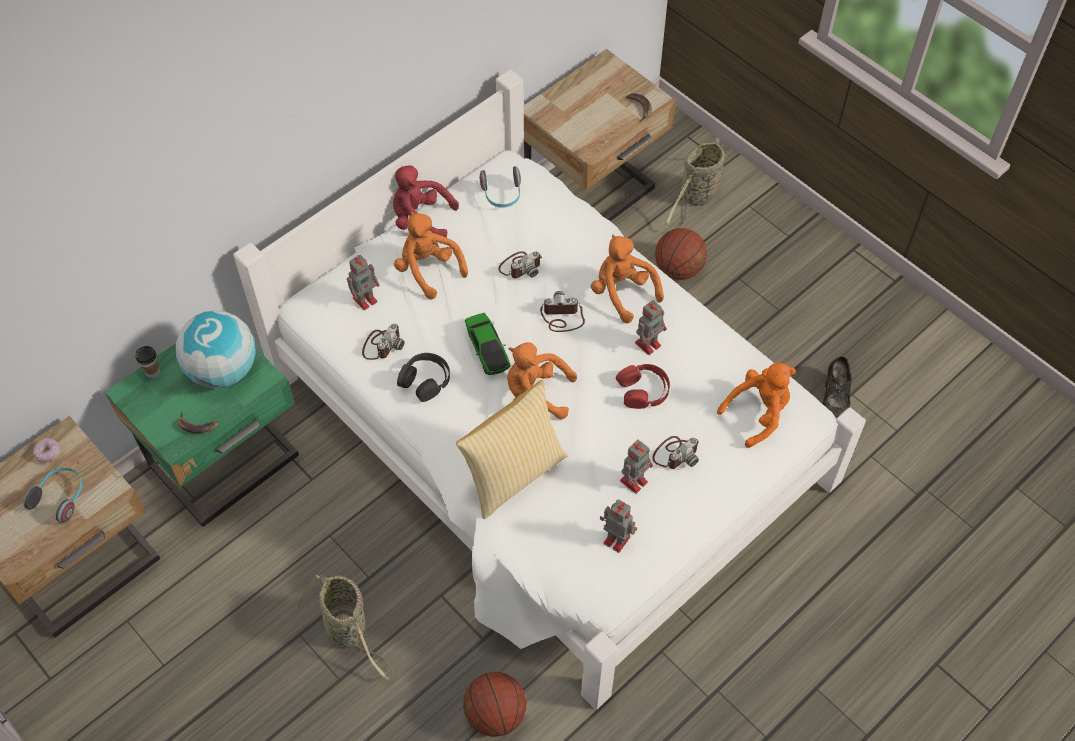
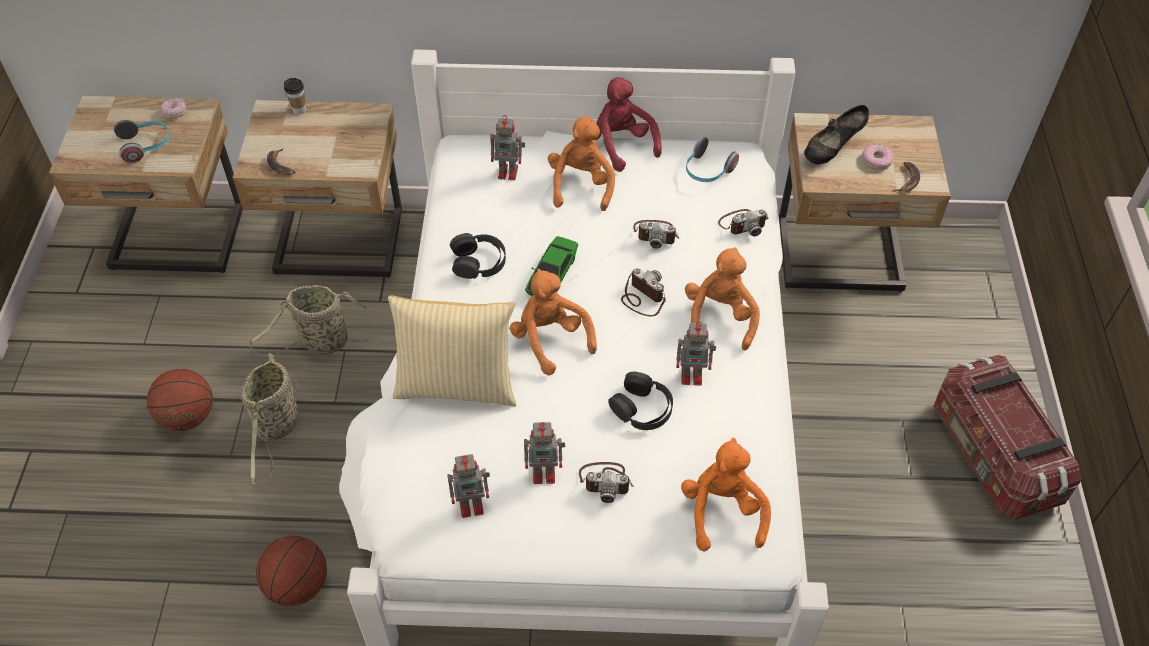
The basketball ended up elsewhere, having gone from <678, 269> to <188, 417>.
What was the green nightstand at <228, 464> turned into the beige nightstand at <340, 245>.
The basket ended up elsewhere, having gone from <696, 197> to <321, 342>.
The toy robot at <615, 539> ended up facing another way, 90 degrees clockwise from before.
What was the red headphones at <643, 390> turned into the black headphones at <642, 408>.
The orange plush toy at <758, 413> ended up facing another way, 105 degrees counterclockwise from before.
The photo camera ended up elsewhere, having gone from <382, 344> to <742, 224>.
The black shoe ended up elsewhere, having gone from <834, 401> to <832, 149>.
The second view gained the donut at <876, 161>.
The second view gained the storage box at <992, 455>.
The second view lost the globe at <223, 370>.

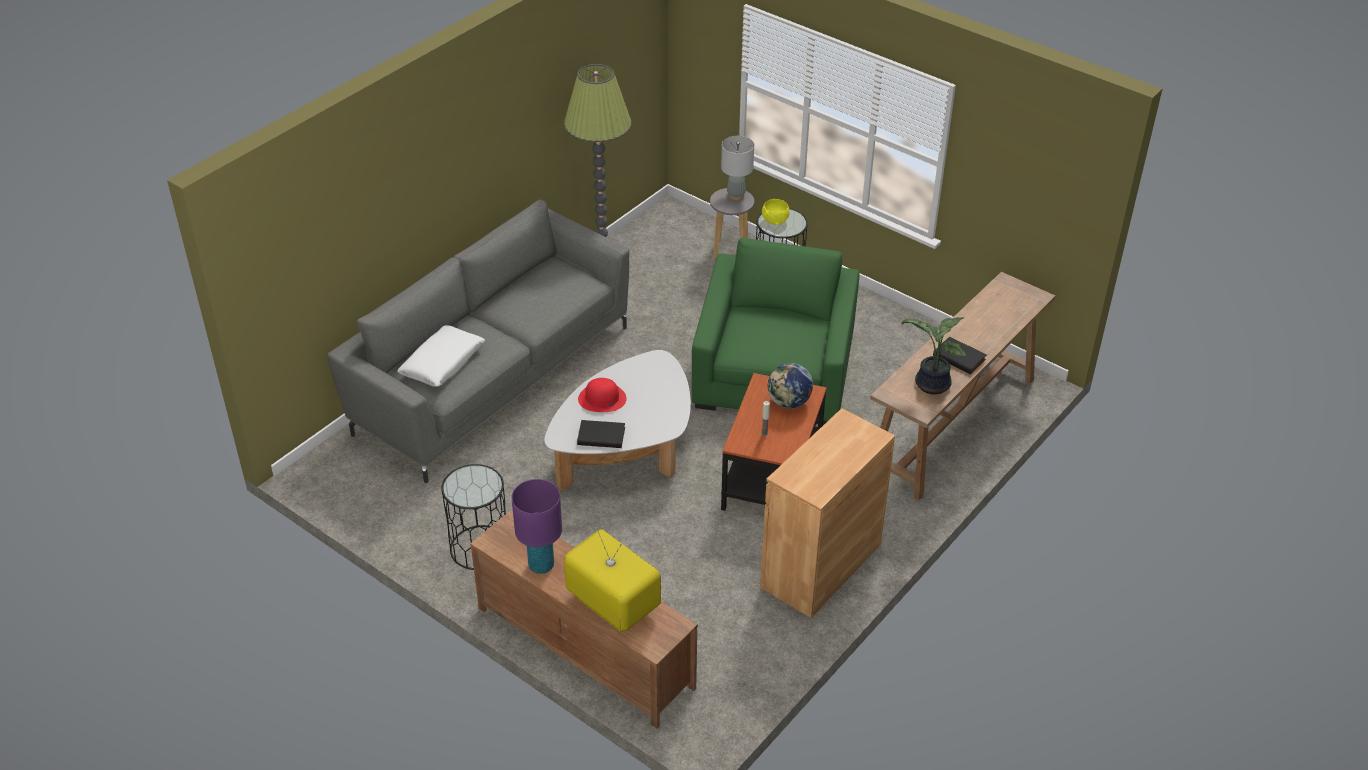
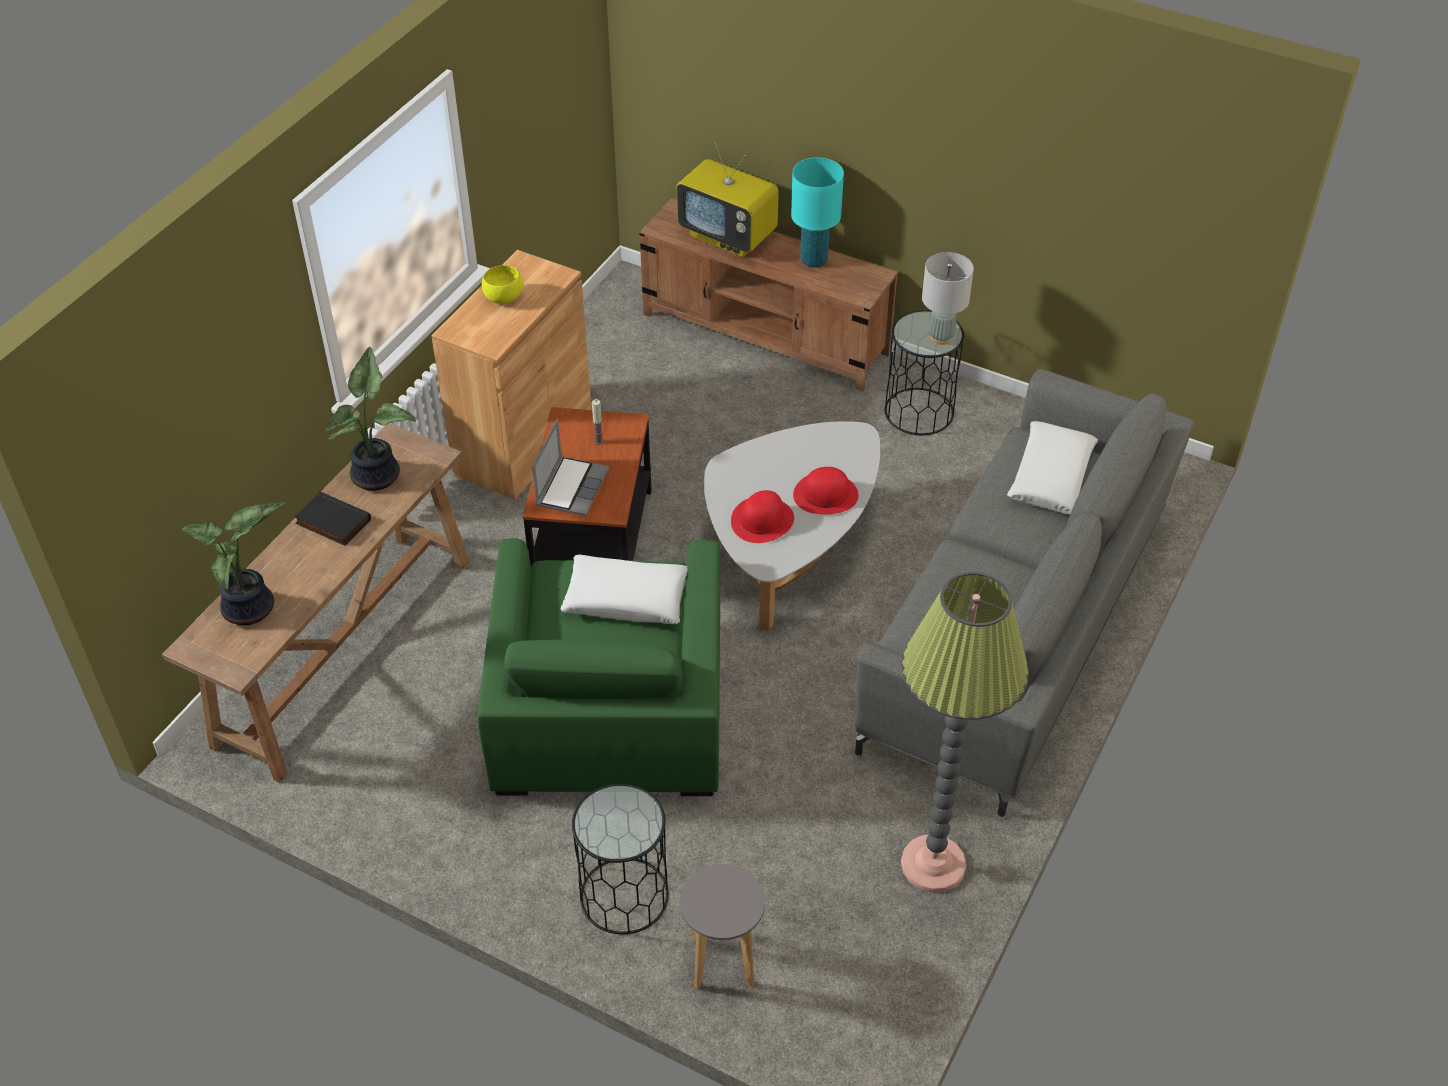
The second view gained the potted plant at <251, 610>.
The yellow bowl ended up elsewhere, having gone from <775, 221> to <503, 298>.
Where the globe stood at <789, 402>, the laptop came to stand at <571, 487>.
The second view gained the white pillow at <626, 598>.
The second view gained the red hat at <762, 520>.
What was the purple table lamp at <541, 565> turned into the turquoise table lamp at <813, 260>.
The grey table lamp ended up elsewhere, having gone from <736, 195> to <940, 337>.
The second view lost the black book at <601, 435>.

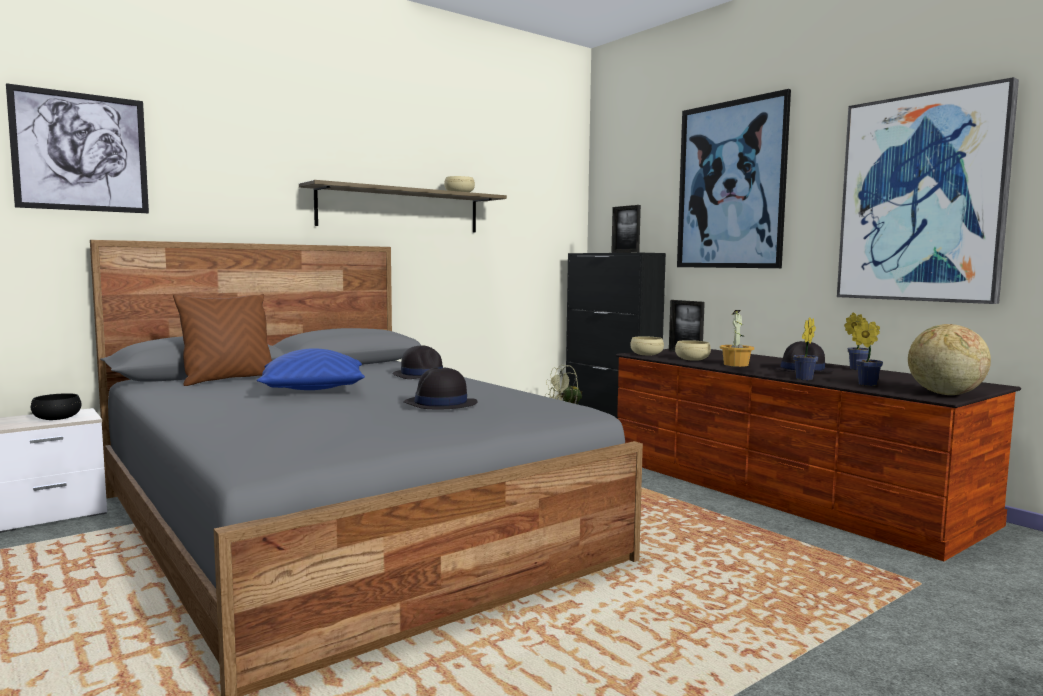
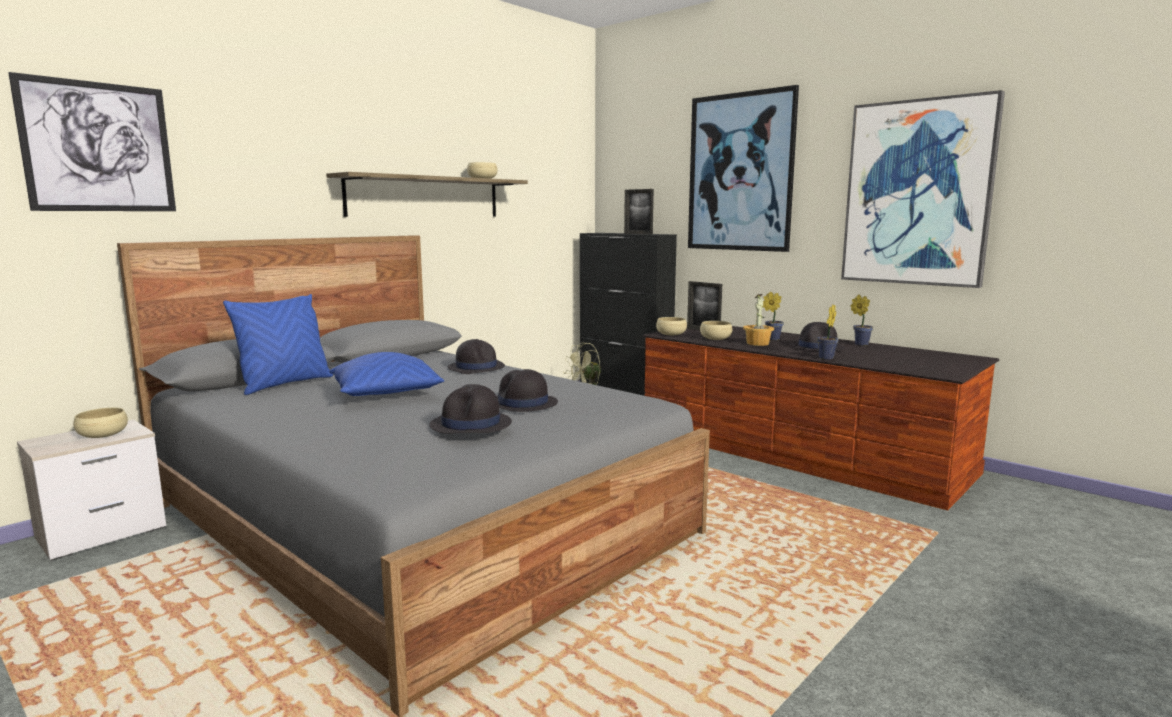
What was the black bowl at <57, 417> turned into the beige bowl at <103, 434>.
What was the brown pillow at <228, 380> turned into the blue pillow at <285, 384>.
The second view gained the black hat at <471, 425>.
The potted plant ended up elsewhere, having gone from <865, 384> to <771, 339>.
The second view lost the globe at <944, 394>.

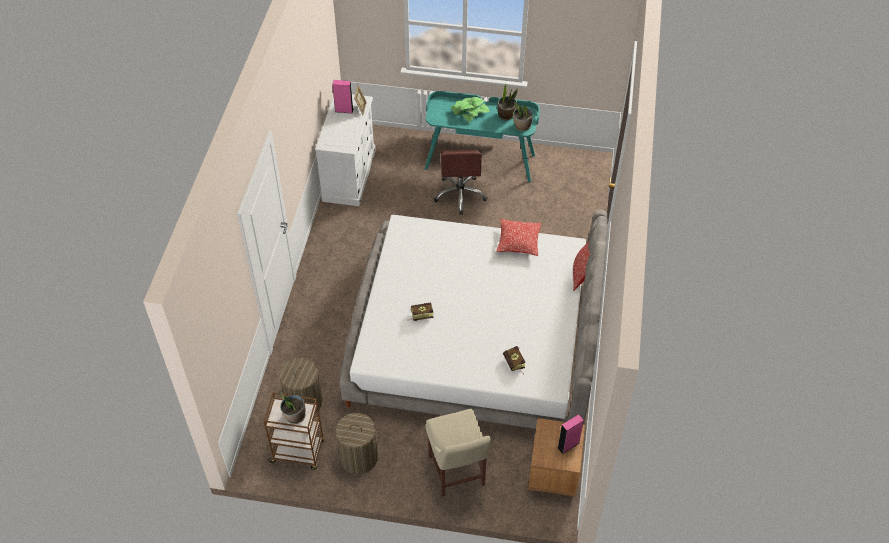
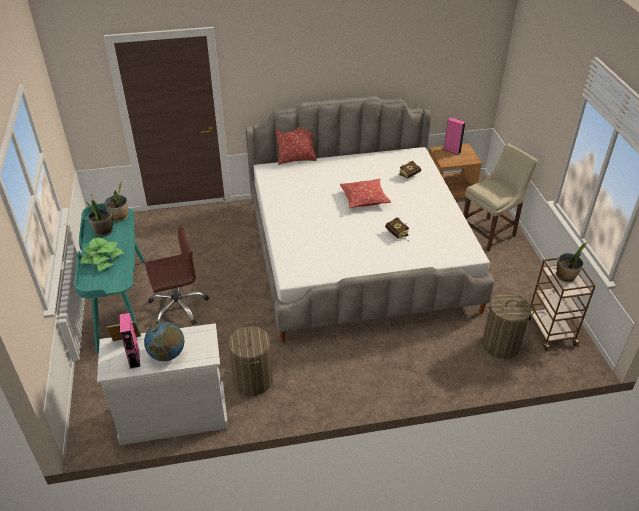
The second view gained the globe at <167, 354>.
The laundry basket ended up elsewhere, having gone from <358, 458> to <253, 380>.
The pillow ended up elsewhere, having gone from <518, 242> to <364, 199>.

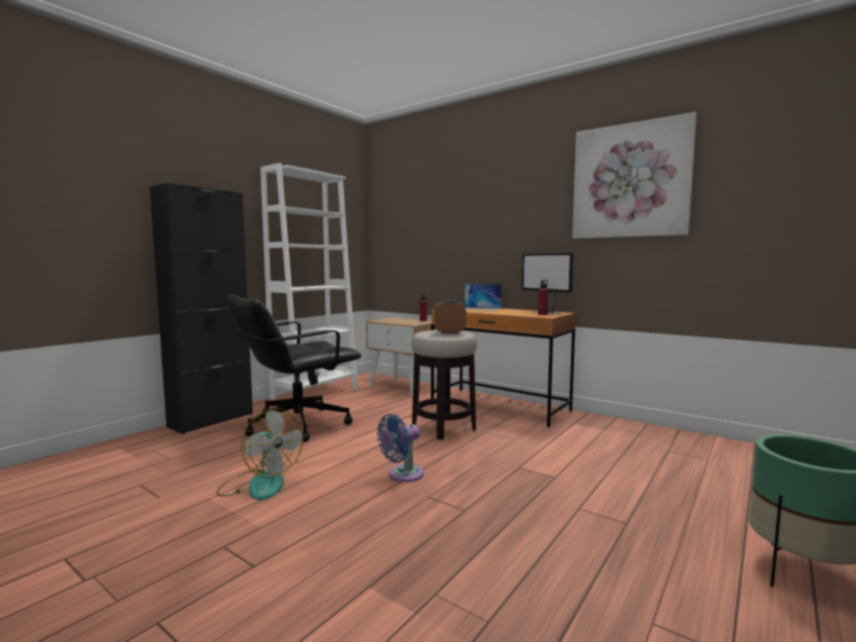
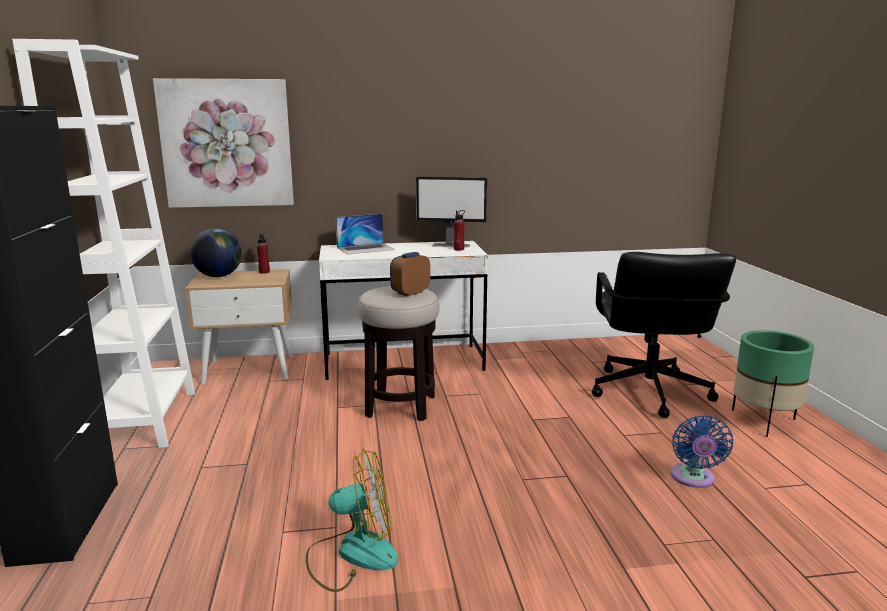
The picture ended up elsewhere, having gone from <630, 181> to <227, 144>.
The second view gained the globe at <218, 276>.
What was the brown desk at <499, 406> turned into the white desk at <404, 362>.
The black office chair ended up elsewhere, having gone from <296, 424> to <648, 392>.
The blue fan ended up elsewhere, having gone from <402, 475> to <693, 479>.

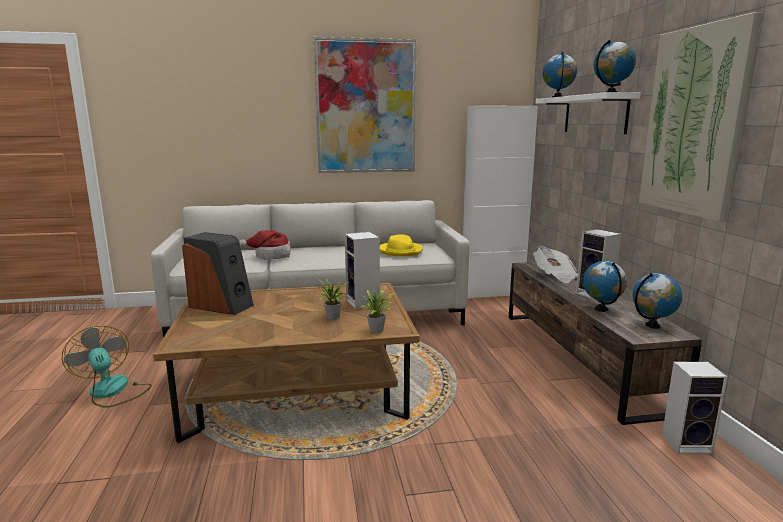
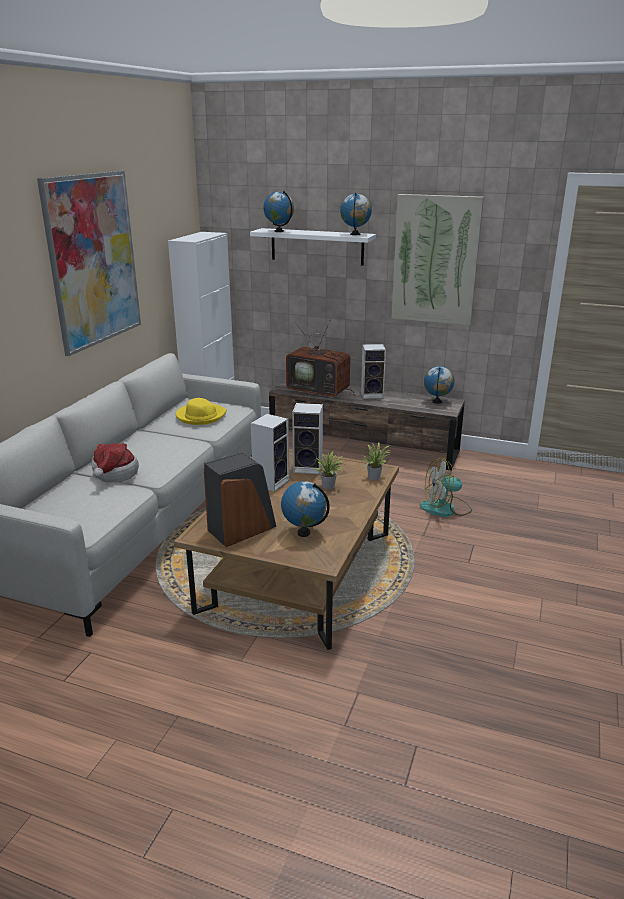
The speaker ended up elsewhere, having gone from <688, 443> to <271, 482>.
The globe ended up elsewhere, having gone from <601, 309> to <304, 532>.
Where the newspaper stood at <555, 276>, the television came to stand at <320, 391>.
The fan ended up elsewhere, having gone from <112, 392> to <445, 509>.

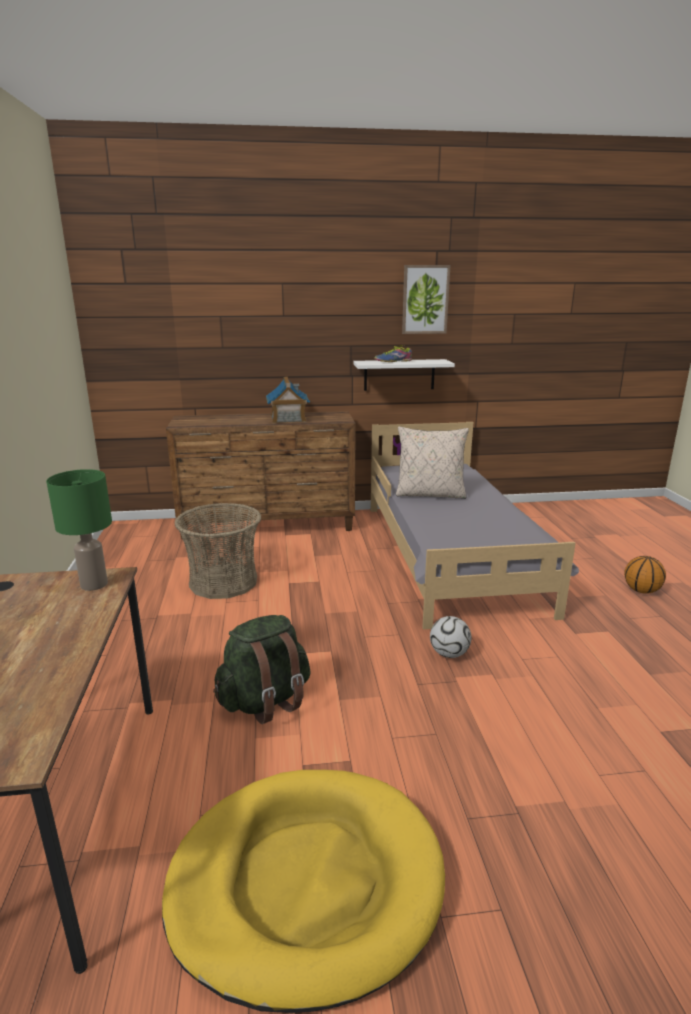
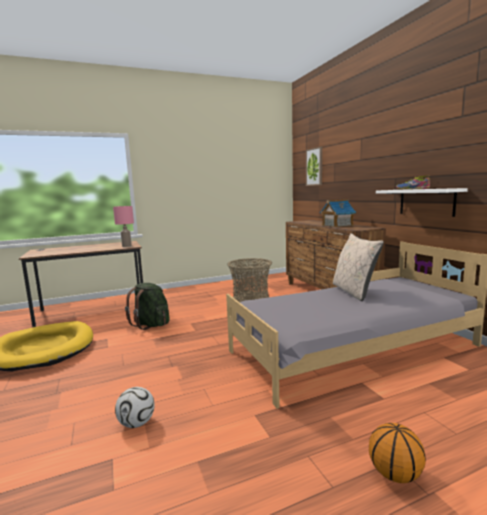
What was the green table lamp at <93, 585> turned into the pink table lamp at <126, 246>.
The football ended up elsewhere, having gone from <449, 654> to <137, 423>.
The picture ended up elsewhere, having gone from <425, 299> to <314, 167>.

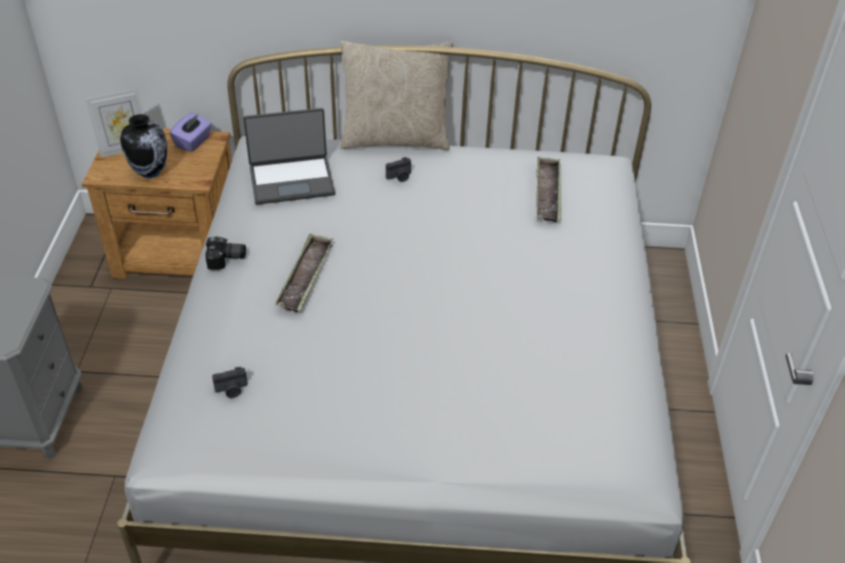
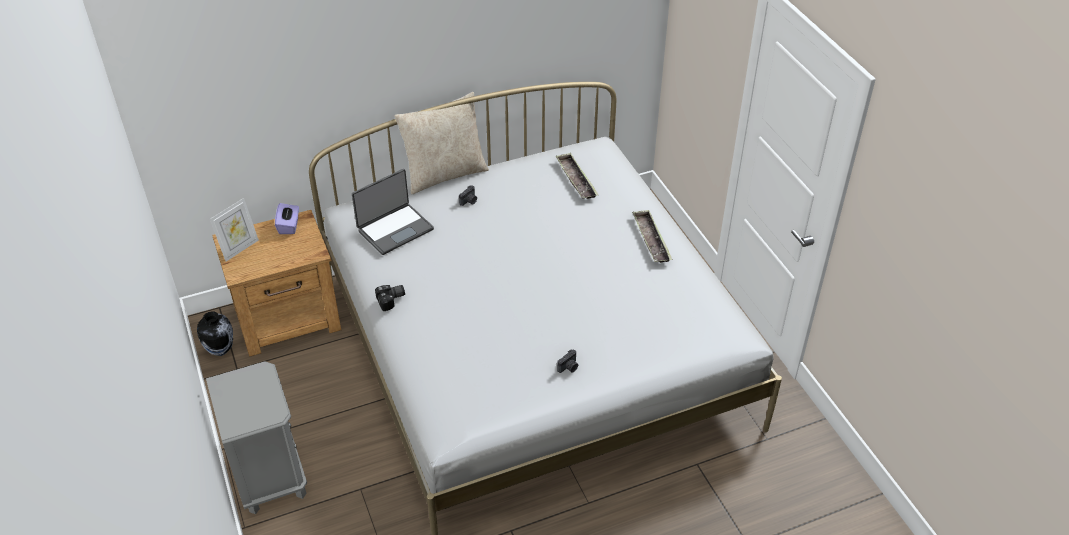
The vase ended up elsewhere, having gone from <150, 172> to <221, 350>.
The photo camera ended up elsewhere, having gone from <232, 390> to <569, 367>.
The tray ended up elsewhere, having gone from <305, 277> to <651, 240>.

